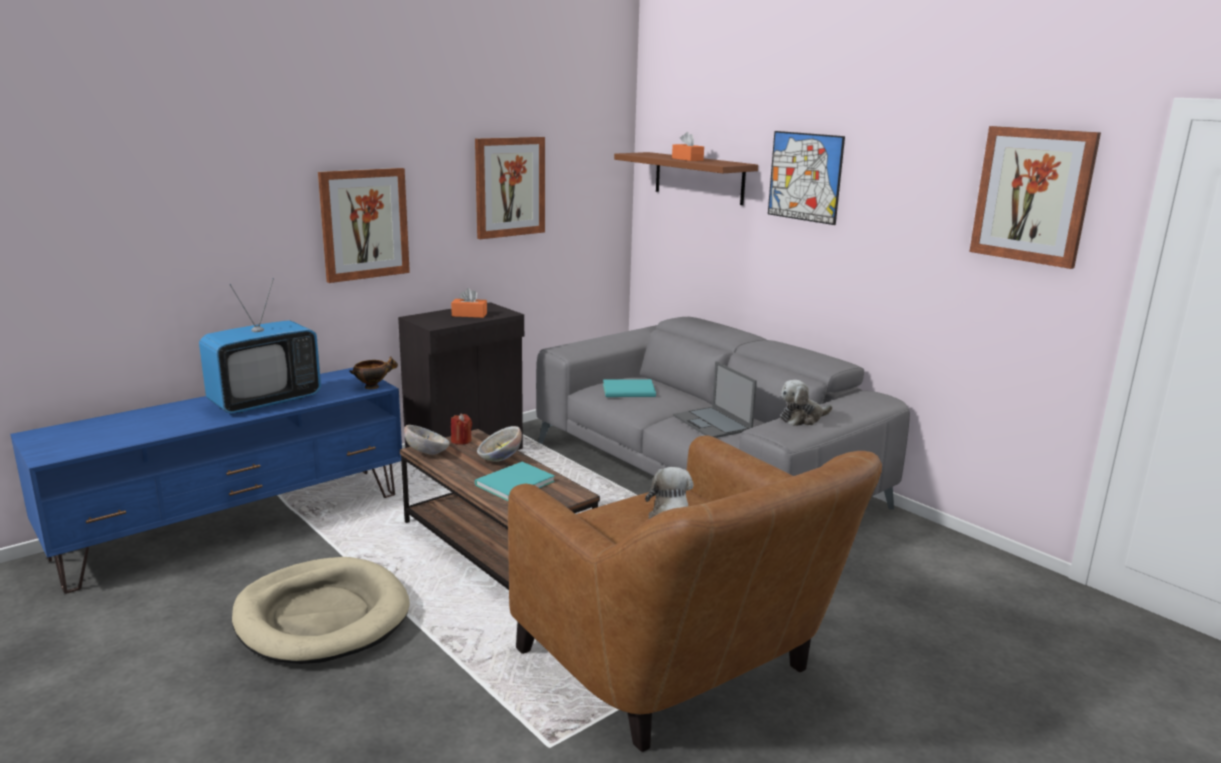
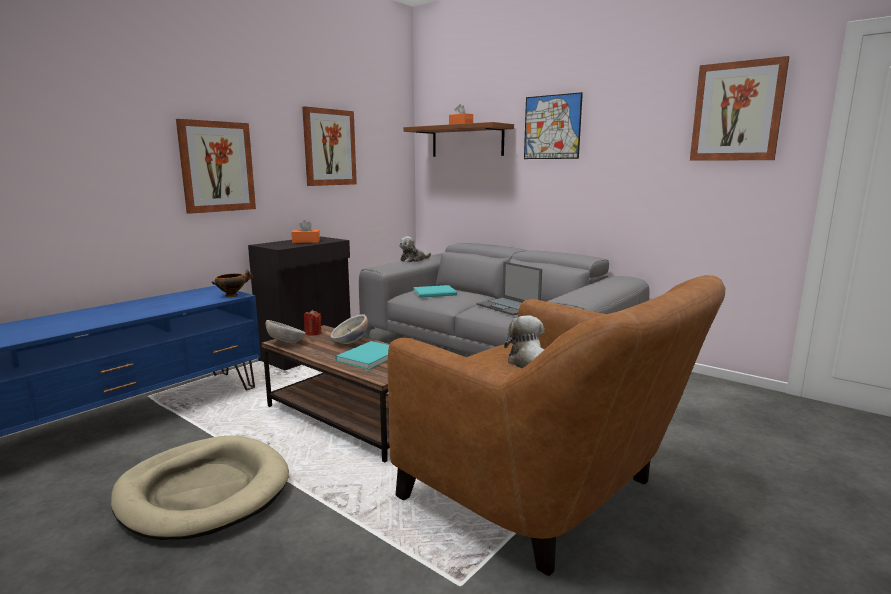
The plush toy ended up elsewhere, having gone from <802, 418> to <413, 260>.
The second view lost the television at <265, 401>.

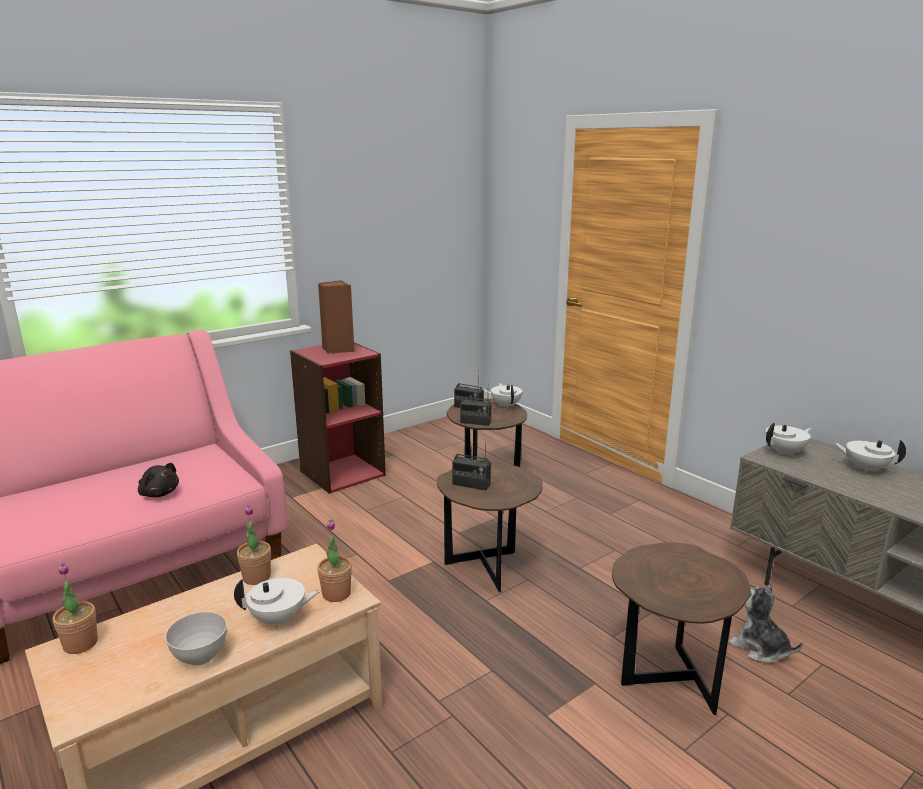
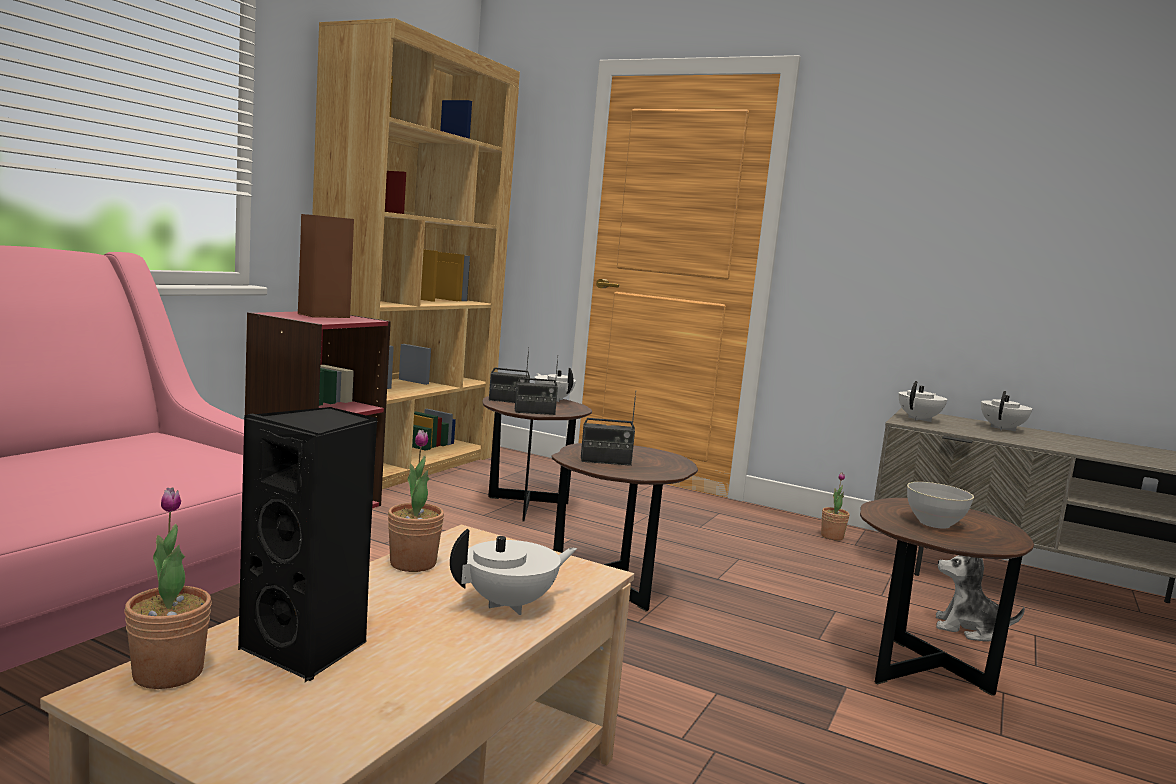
The second view gained the black speaker at <309, 649>.
The second view gained the brown bookcase at <405, 465>.
The potted plant ended up elsewhere, having gone from <336, 594> to <832, 536>.
The grey bowl ended up elsewhere, having gone from <200, 656> to <934, 523>.
The white teapot at <865, 469> ended up facing another way, 120 degrees clockwise from before.
The second view lost the black plush toy at <159, 493>.

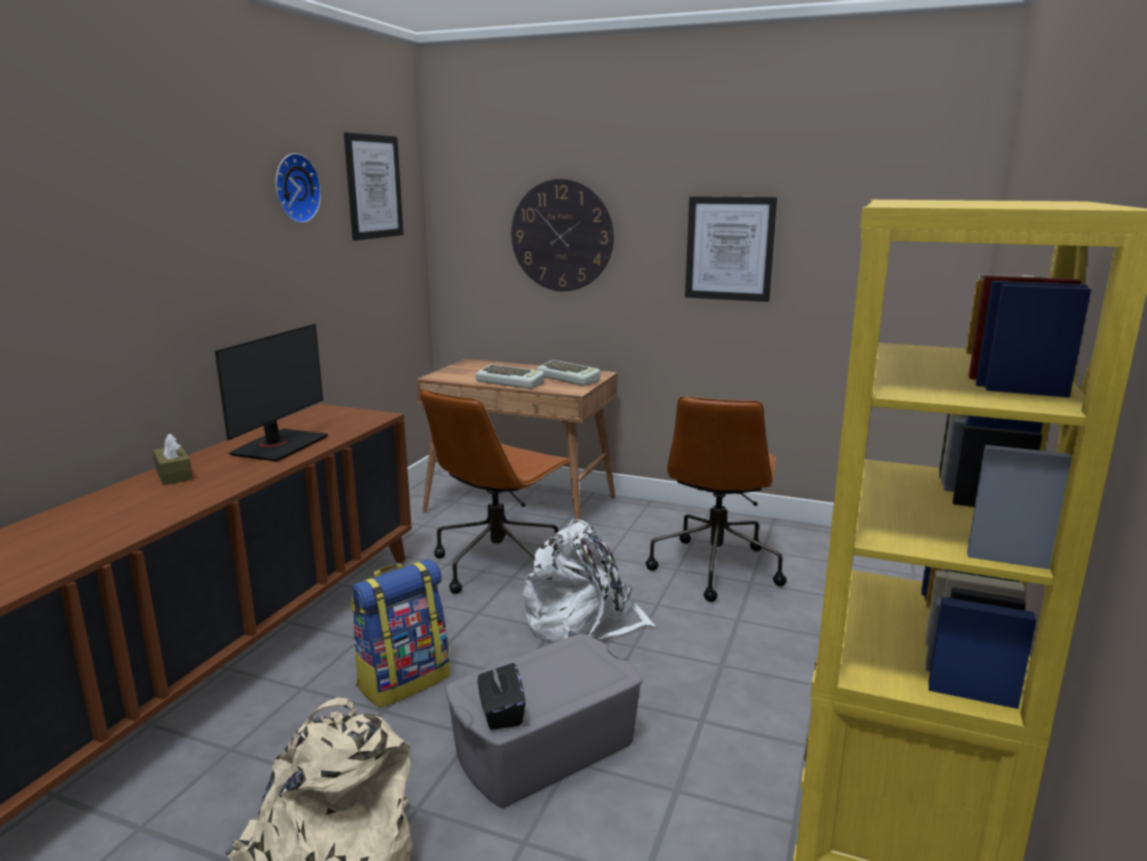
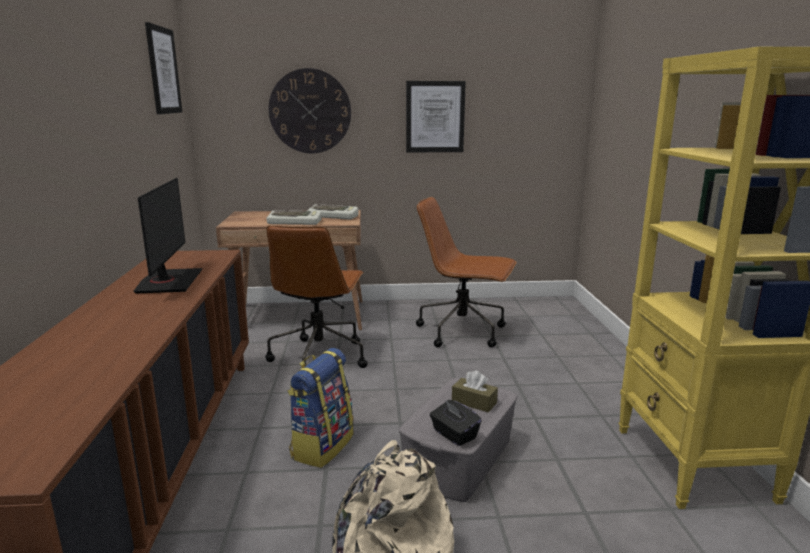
The brown office chair at <715, 567> ended up facing another way, 120 degrees clockwise from before.
The brown tissue box ended up elsewhere, having gone from <174, 474> to <474, 402>.
The second view lost the wall clock at <294, 188>.
The second view lost the white backpack at <583, 625>.

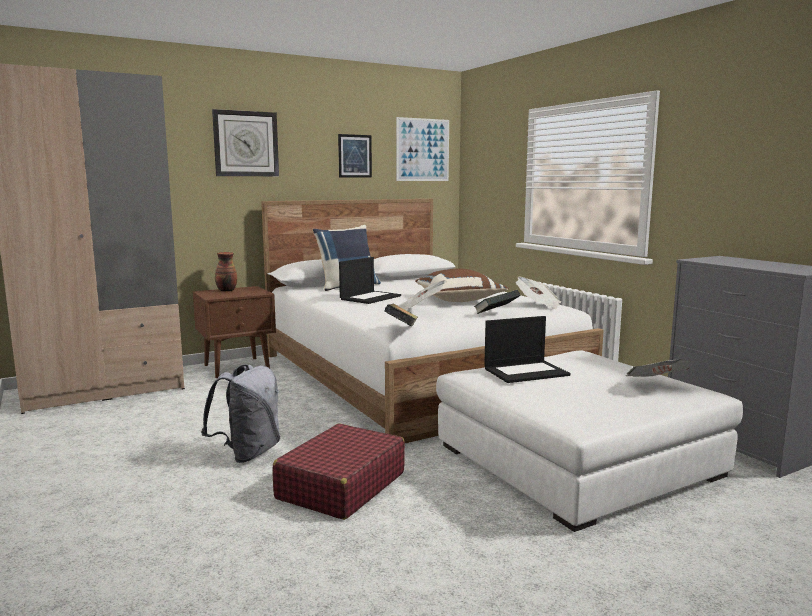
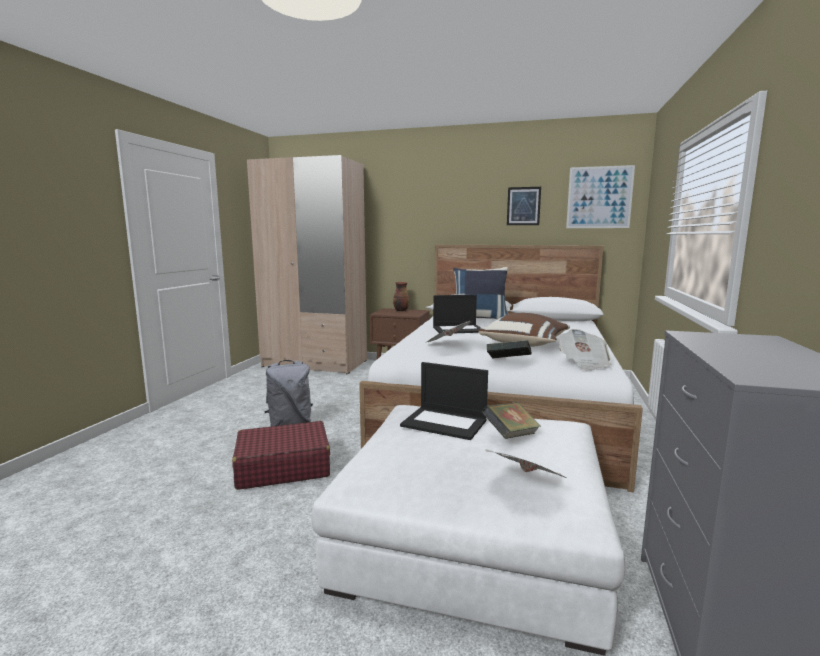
The book ended up elsewhere, having gone from <401, 328> to <510, 435>.
The second view lost the wall clock at <246, 144>.

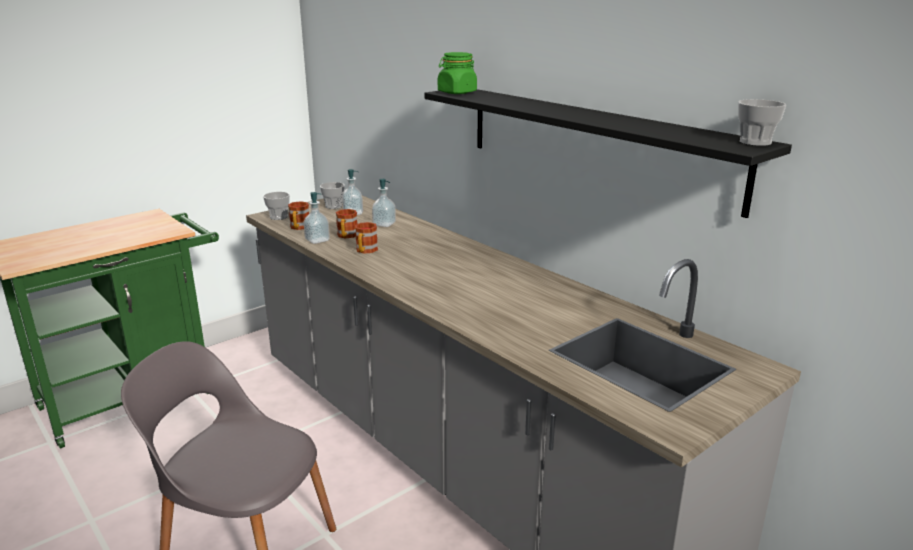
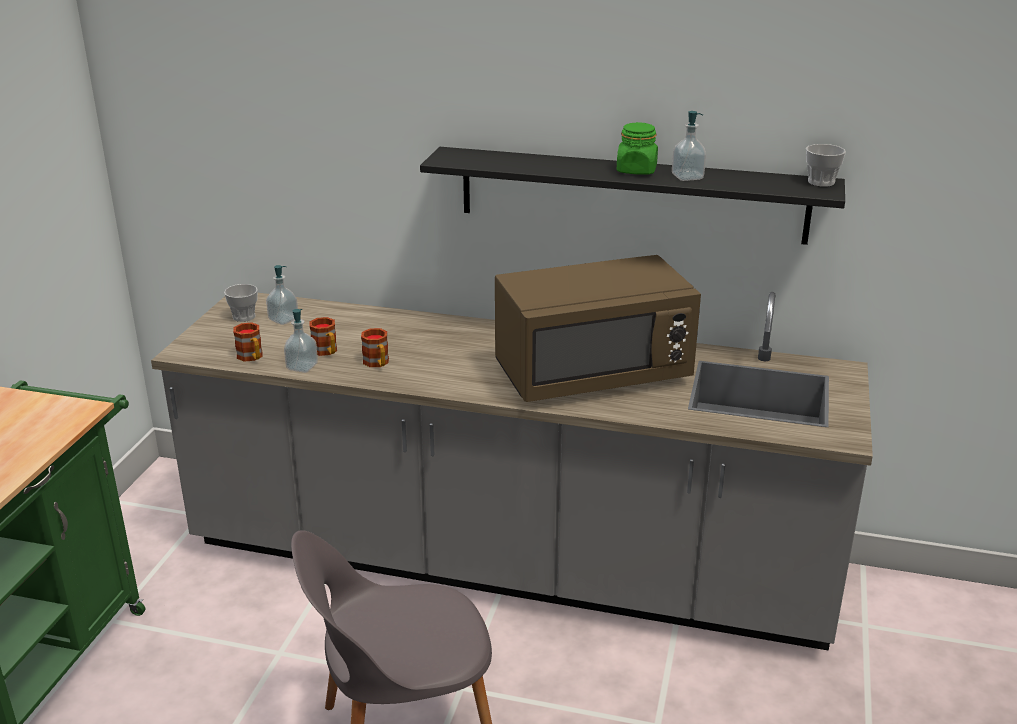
The second view gained the brown microwave at <592, 374>.
The green jar ended up elsewhere, having gone from <457, 92> to <636, 170>.
The soap dispenser ended up elsewhere, having gone from <384, 224> to <687, 177>.
The second view lost the cup at <278, 217>.

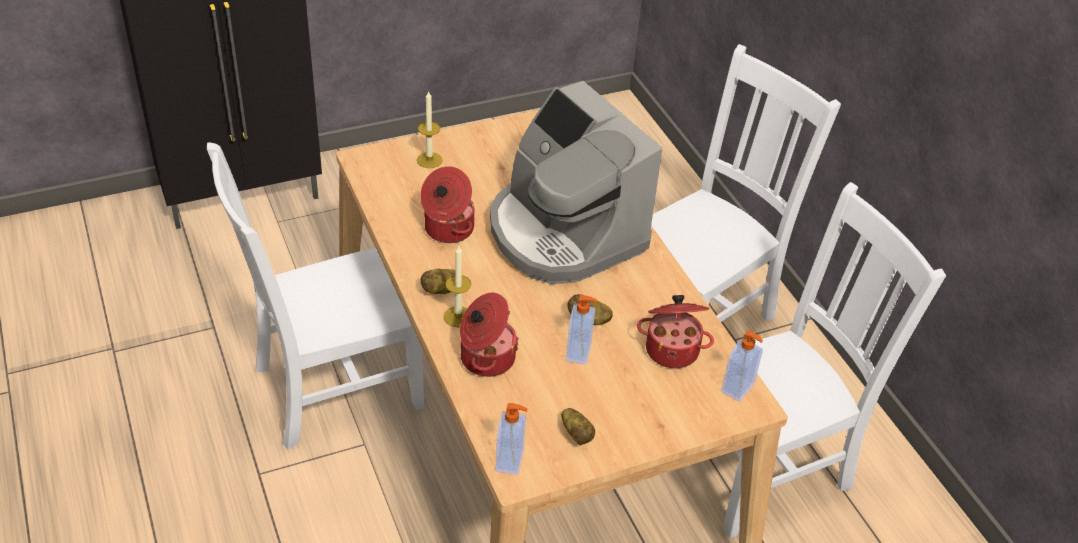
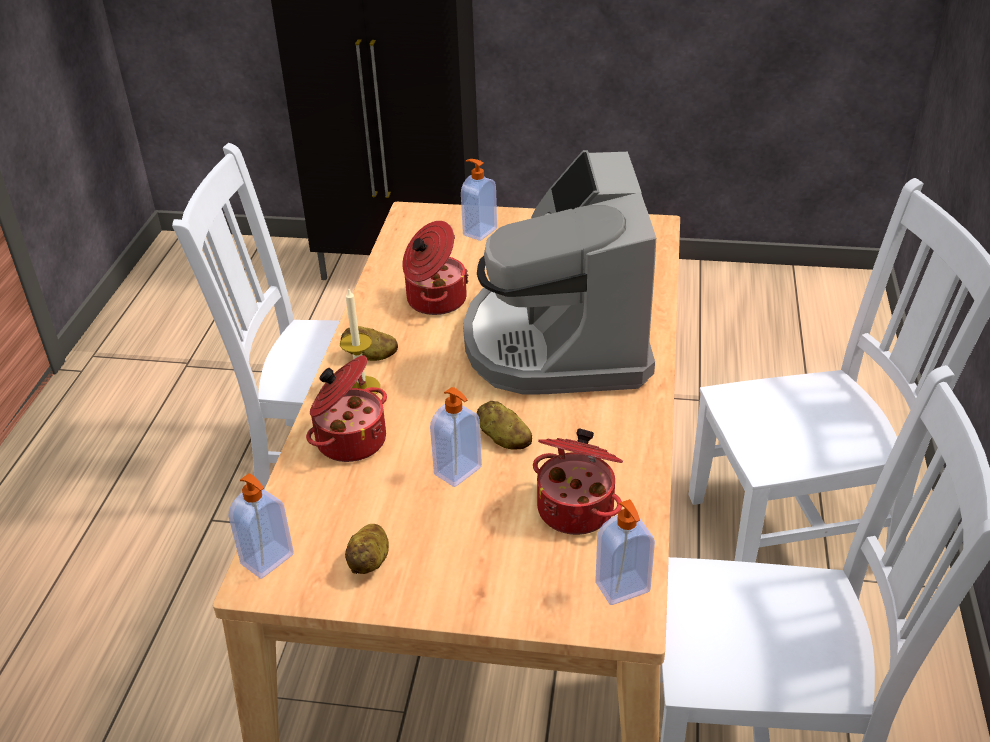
Where the candle stood at <429, 160>, the soap dispenser came to stand at <479, 231>.

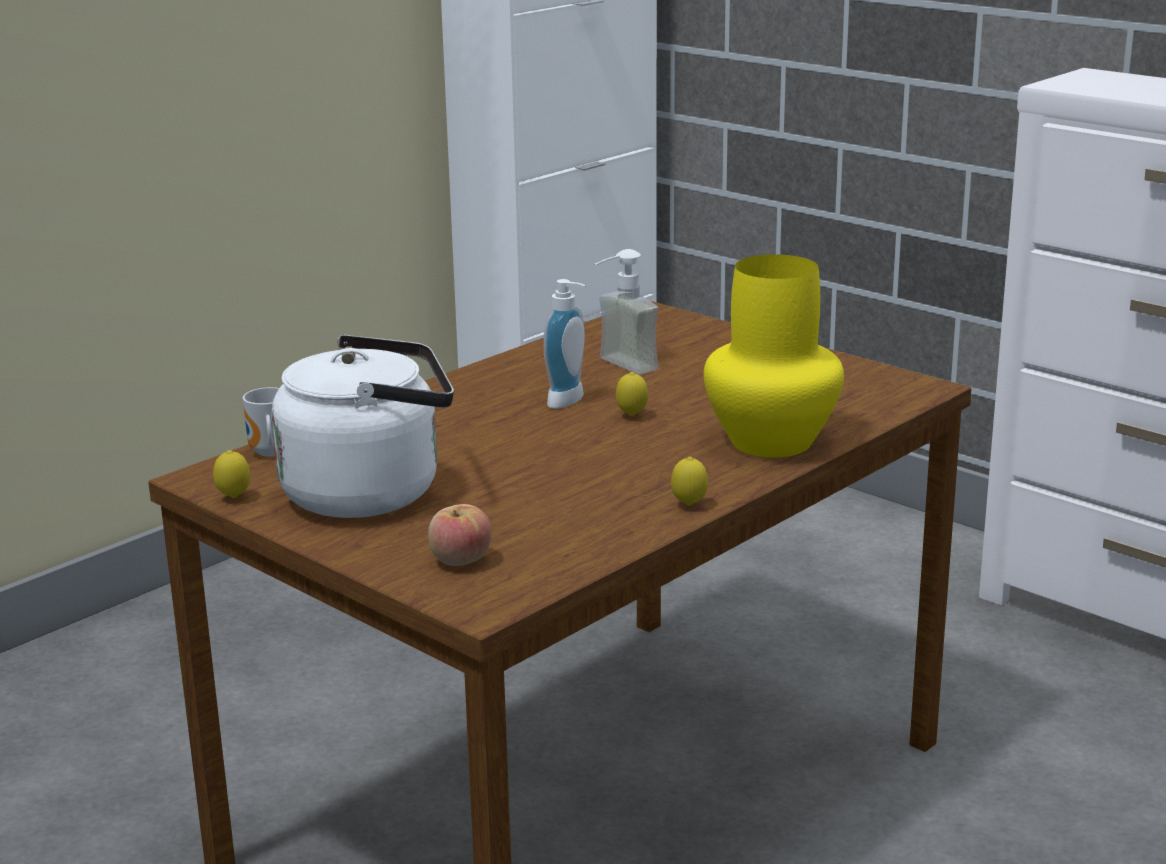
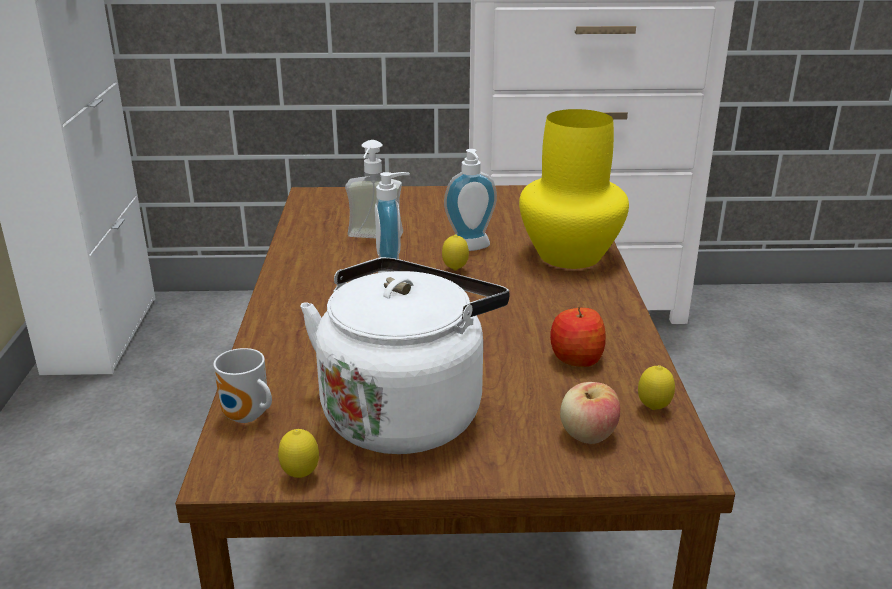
The second view gained the soap dispenser at <471, 248>.
The second view gained the apple at <576, 358>.
The lemon ended up elsewhere, having gone from <689, 505> to <653, 409>.

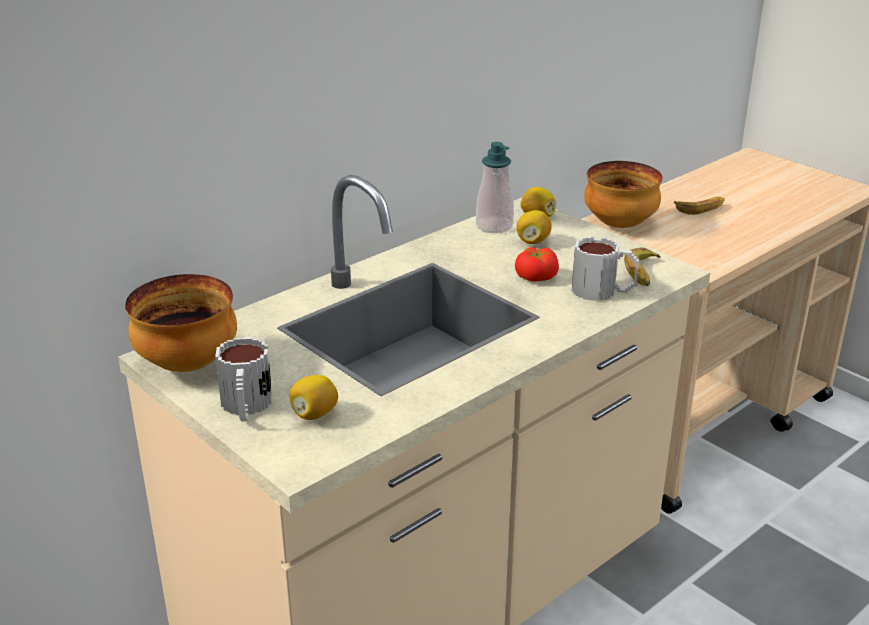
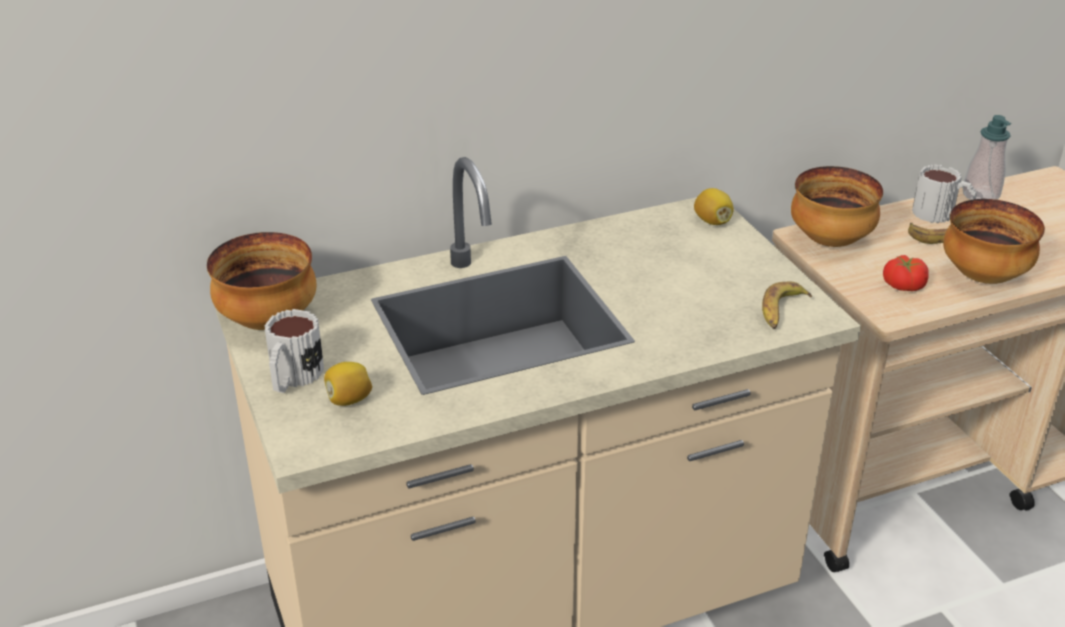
The tomato ended up elsewhere, having gone from <535, 276> to <903, 285>.
The mug ended up elsewhere, having gone from <603, 291> to <941, 215>.
The second view gained the bowl at <982, 276>.
The soap dispenser ended up elsewhere, having gone from <494, 226> to <980, 195>.
The second view lost the lemon at <533, 241>.

